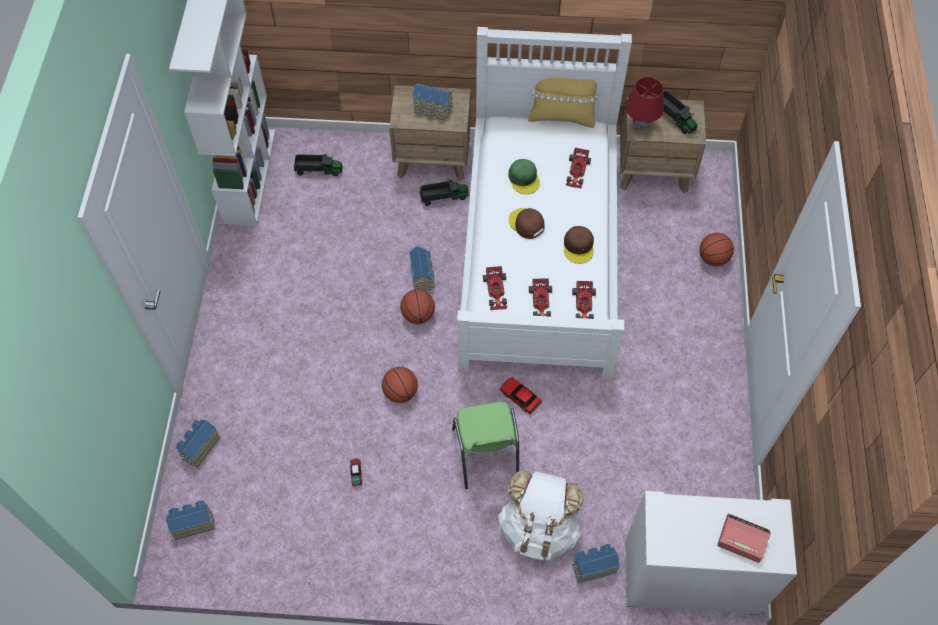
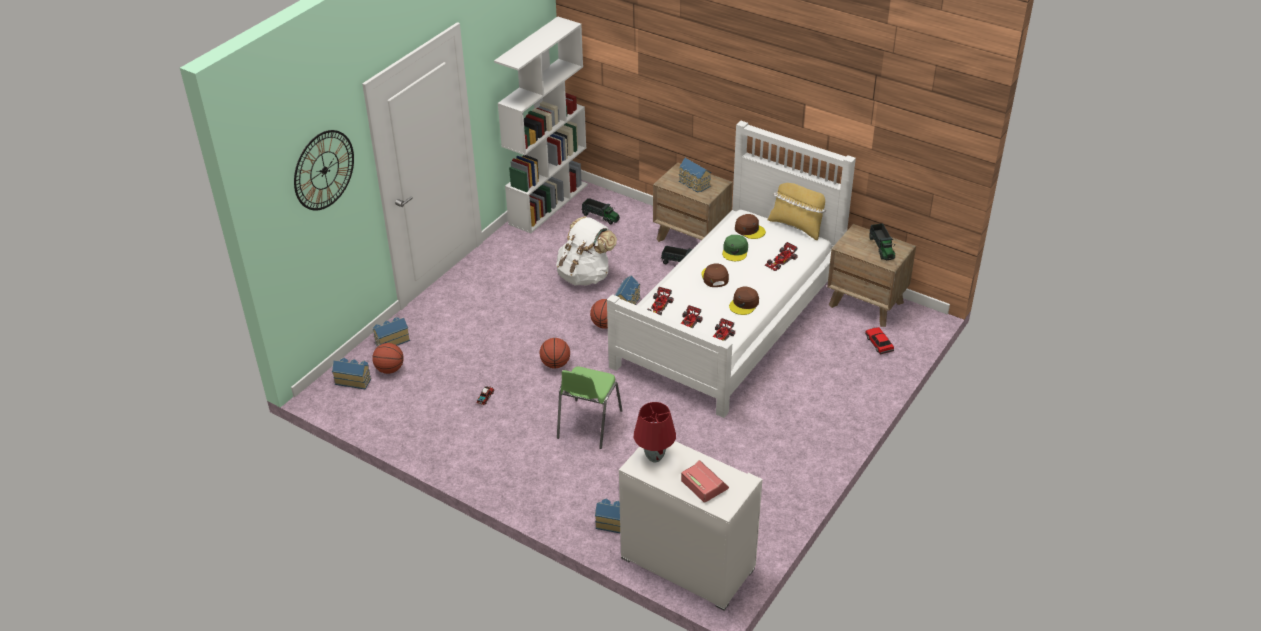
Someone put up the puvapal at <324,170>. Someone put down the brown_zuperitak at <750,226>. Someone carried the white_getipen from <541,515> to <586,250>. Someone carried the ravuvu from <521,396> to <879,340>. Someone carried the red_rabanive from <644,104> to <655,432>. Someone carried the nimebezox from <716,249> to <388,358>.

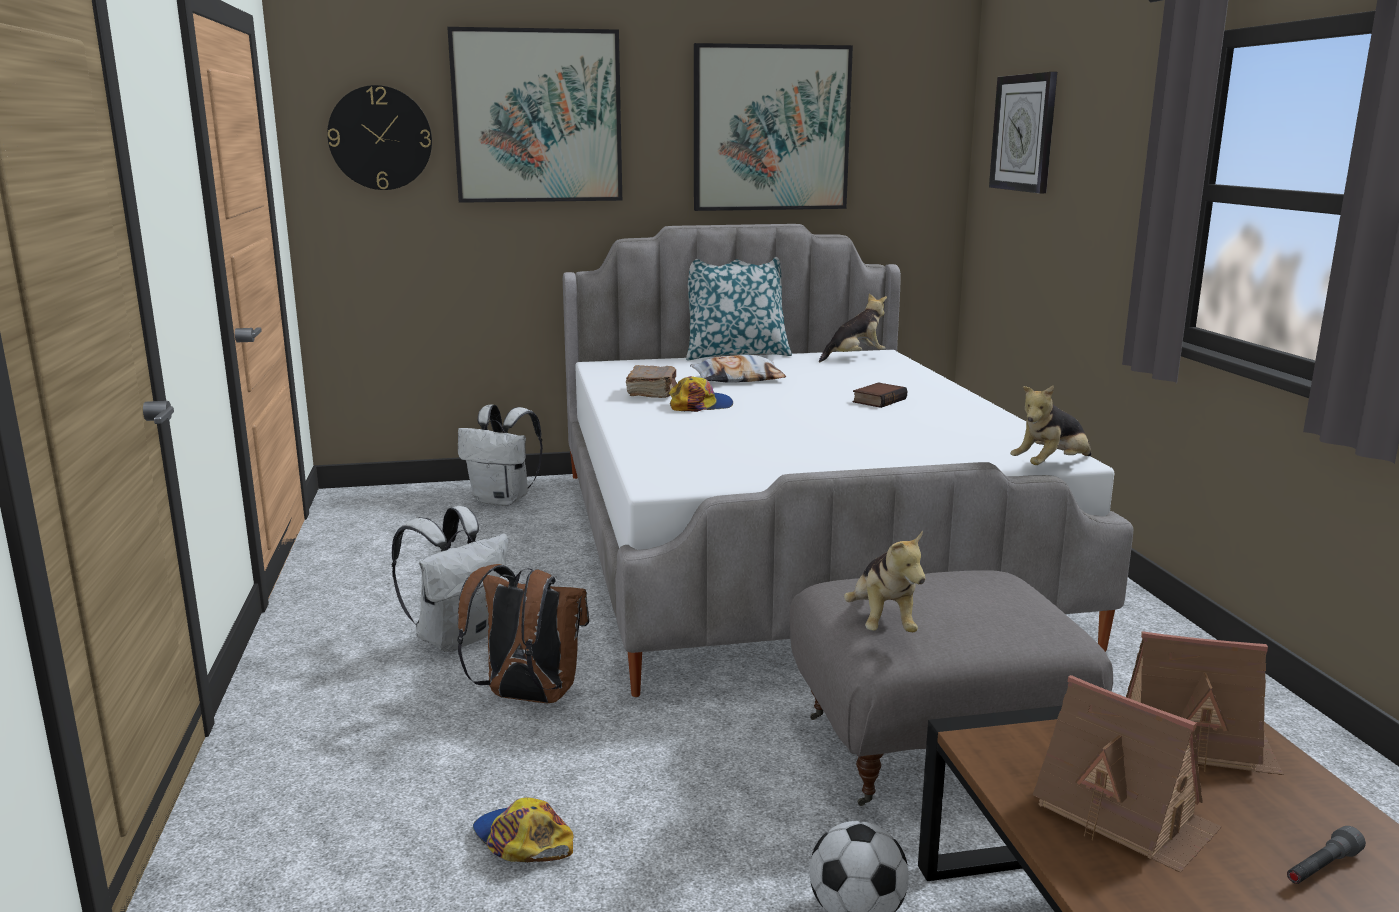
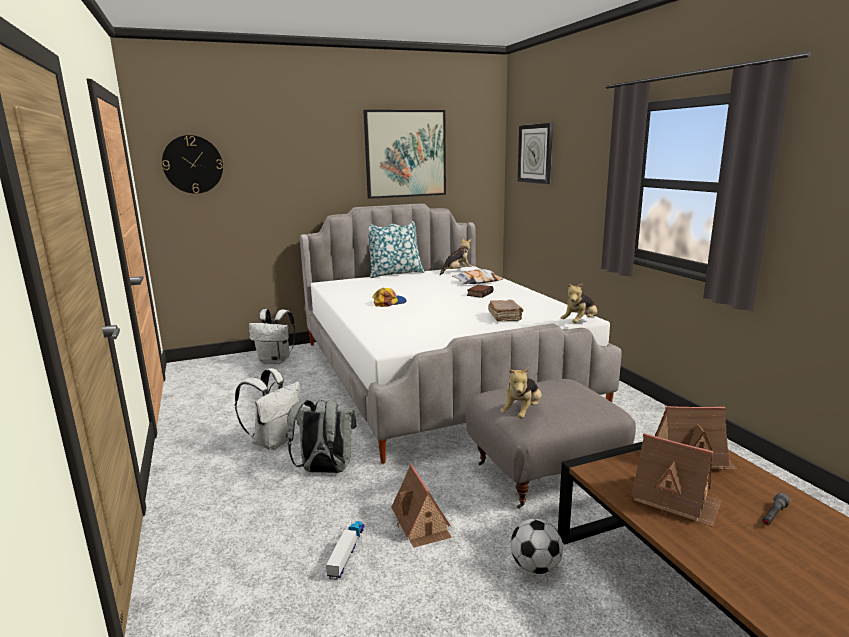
Someone took away the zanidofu at <534,115>. Someone put down the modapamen at <421,505>. Someone carried the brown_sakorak from <651,381> to <505,310>. Someone carried the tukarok from <738,369> to <477,276>. Someone swapped the zuperitak at <523,830> for the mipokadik at <345,550>. Someone repainted the brown_getipen at <523,633>, which became the grey_getipen at <322,436>. Someone rotated the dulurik at <884,581> by 45 degrees clockwise.

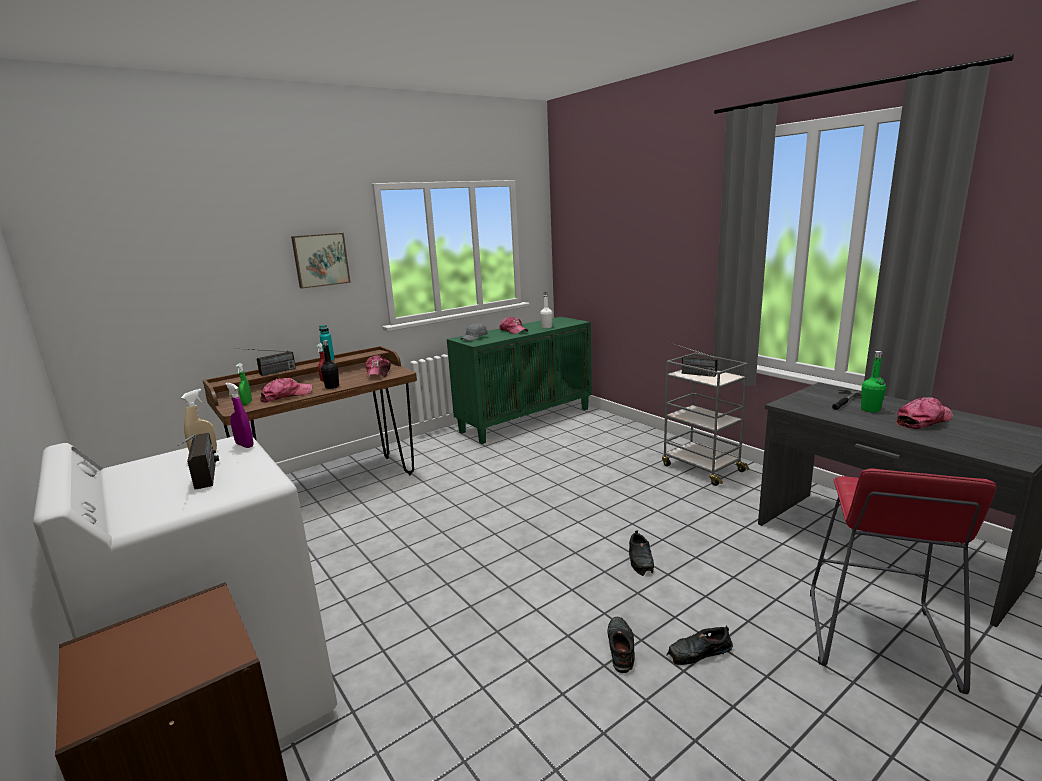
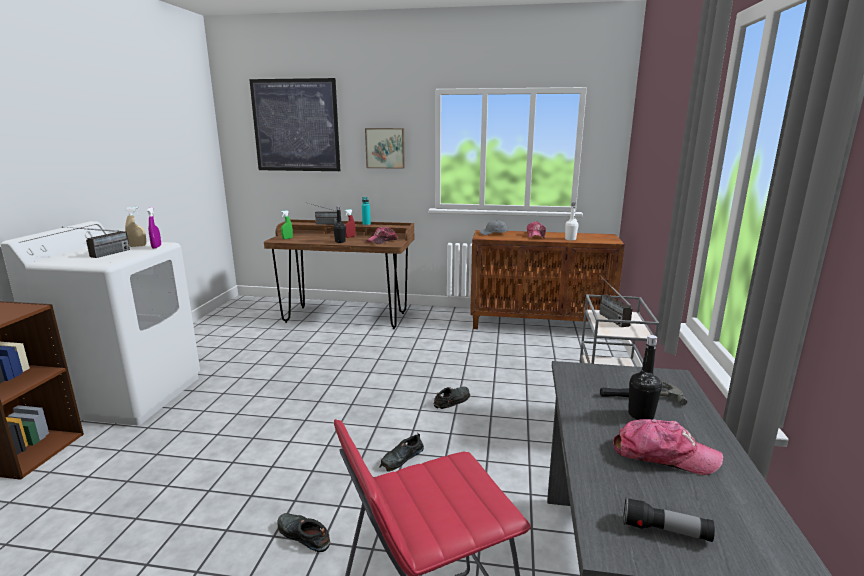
Someone took away the zuperitak at <286,390>. Someone put up the zanidofu at <294,124>. Someone put down the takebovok at <669,519>. Someone carried the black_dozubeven from <621,645> to <452,397>. Someone repainted the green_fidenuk at <519,380>, which became the brown_fidenuk at <547,279>. Someone repainted the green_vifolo at <873,381>, which became the black_vifolo at <645,377>.

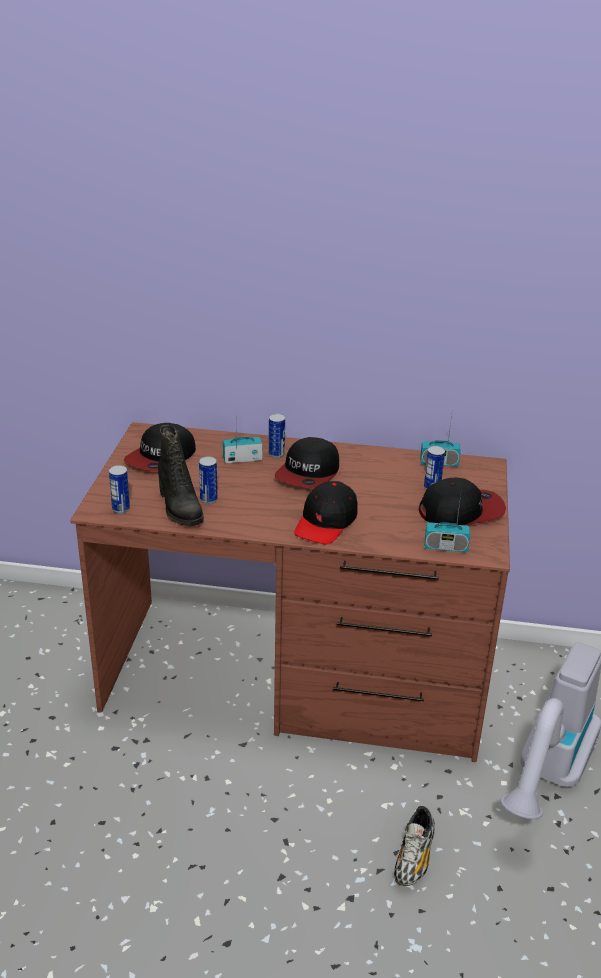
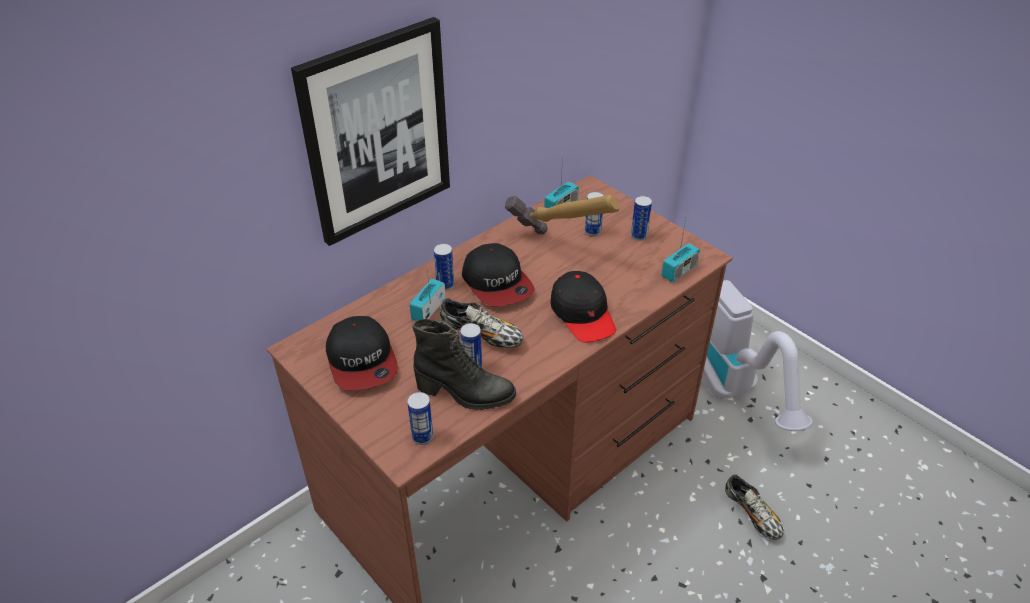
Someone put up the zanidofu at <370,131>. Someone put down the dozubeven at <482,323>. Someone put down the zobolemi at <562,214>. Someone swapped the zuperitak at <462,501> for the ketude at <641,218>.

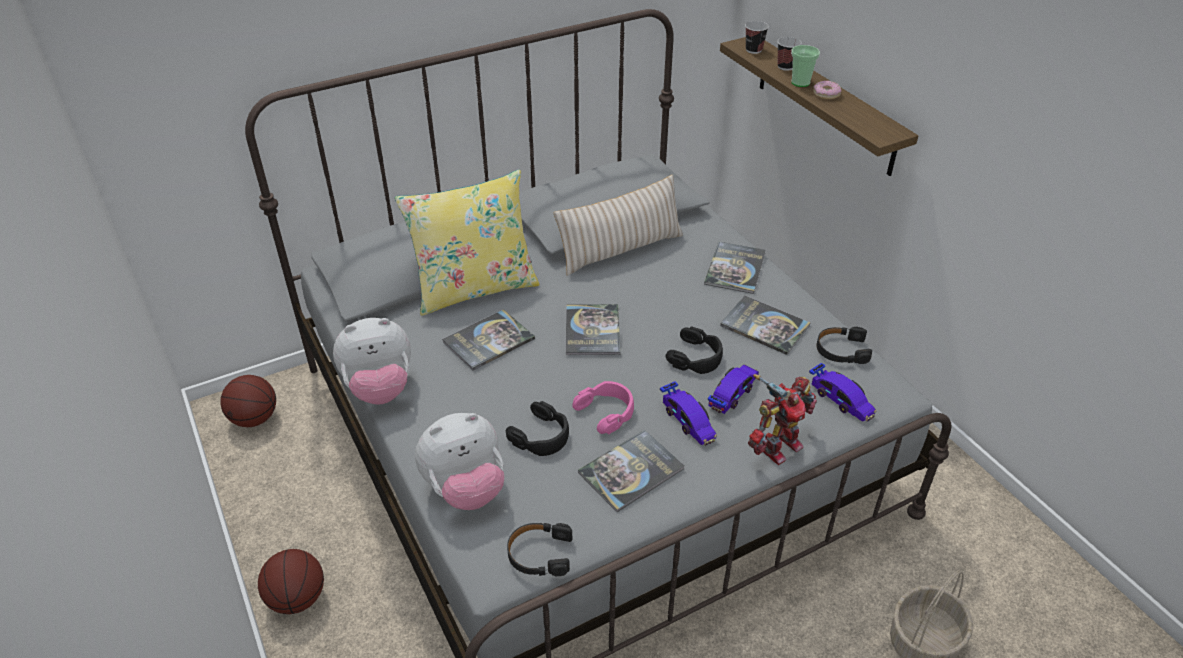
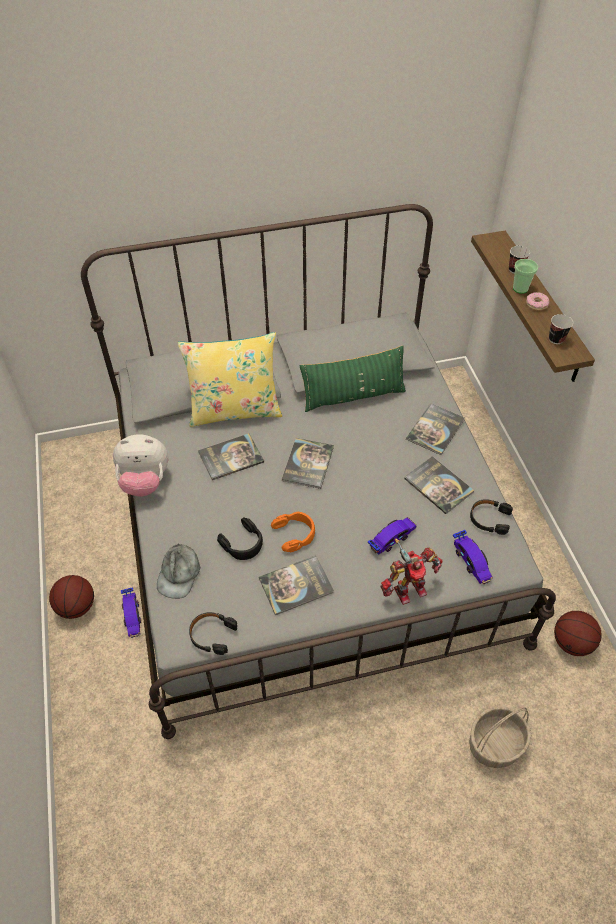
Someone took away the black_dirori at <694,350>. Someone carried the nimebezox from <248,401> to <578,633>. Someone carried the ravuvu from <688,413> to <131,612>. Someone carried the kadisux from <757,37> to <561,329>. Someone swapped the dulurik at <459,461> for the grey_zuperitak at <178,571>. Someone repainted the beige_tukarok at <618,225>, which became the green_tukarok at <353,379>. Someone repainted the pink_dirori at <603,407>, which became the orange_dirori at <293,532>.

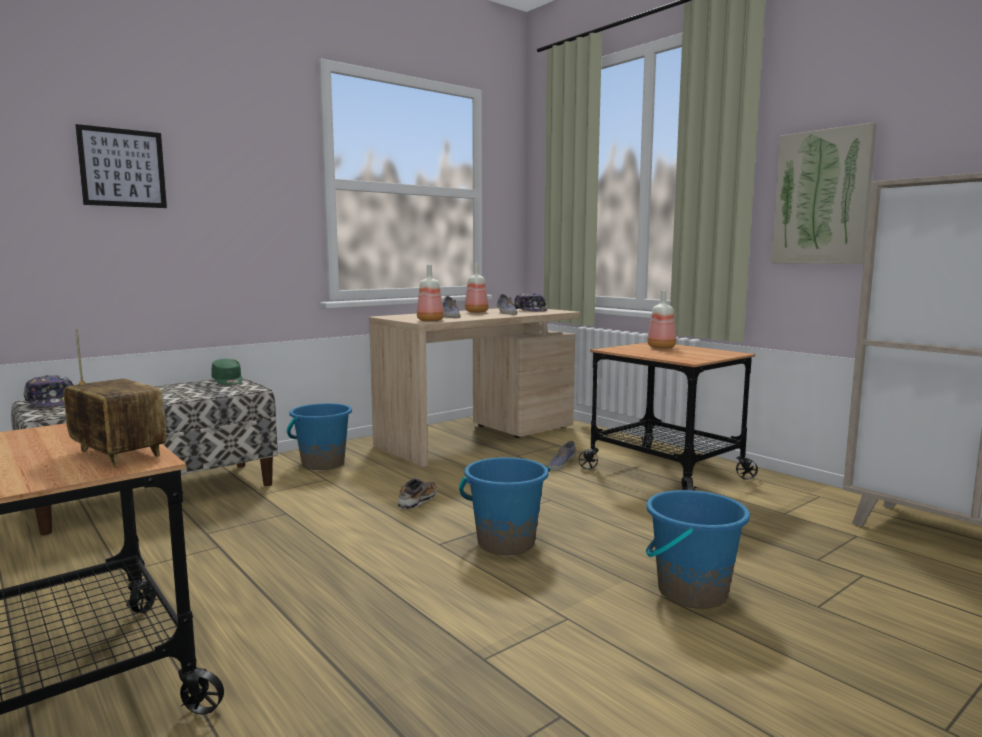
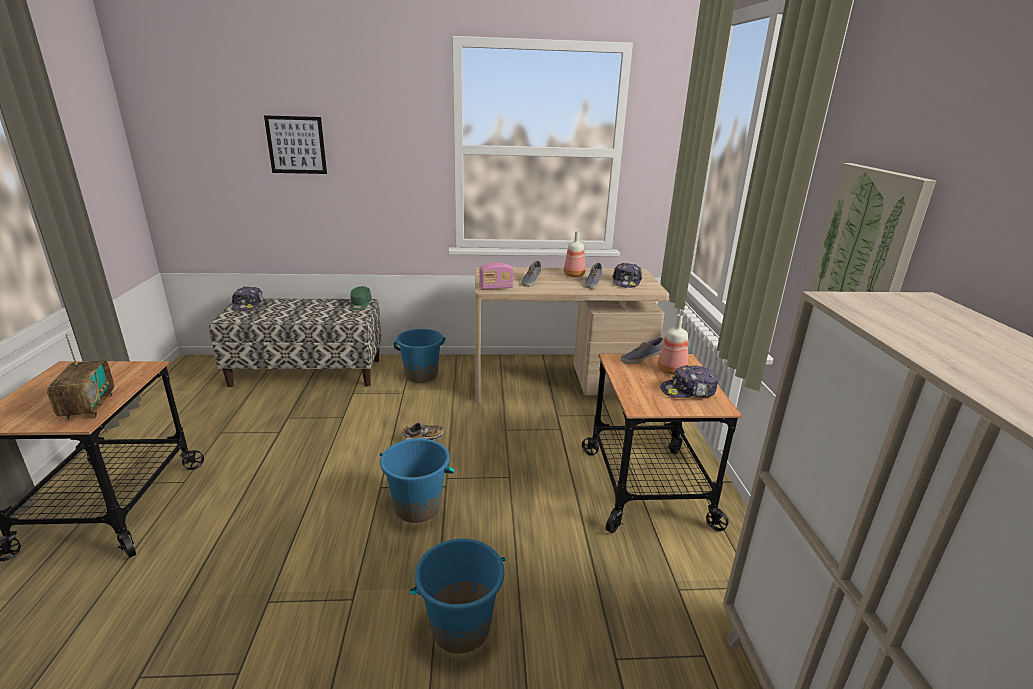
Someone put down the zuperitak at <689,381>. Someone carried the dozubeven from <562,455> to <642,350>. Someone swapped the vifolo at <430,293> for the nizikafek at <496,276>.

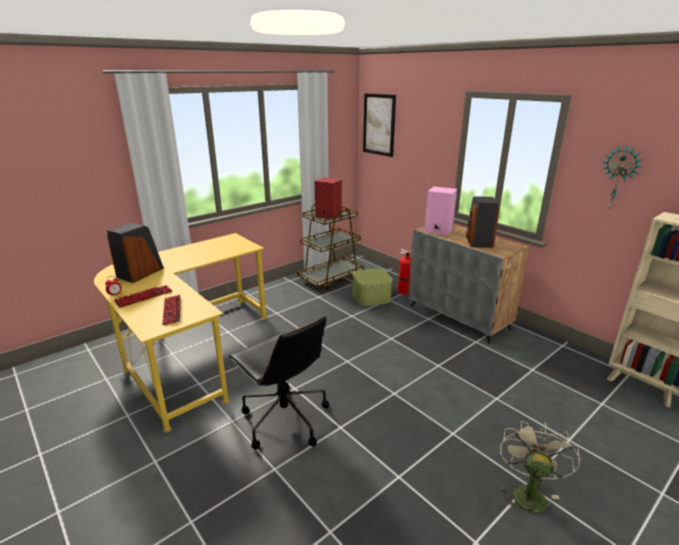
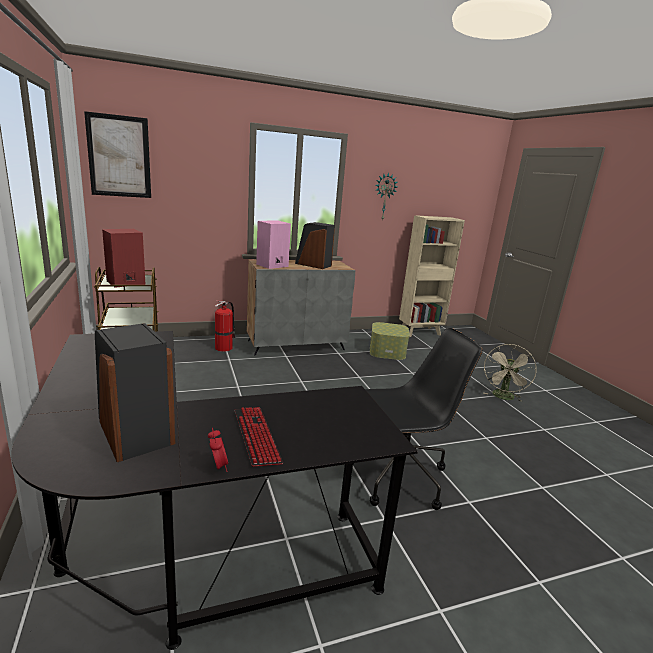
Someone took away the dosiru at <171,310>. Someone carried the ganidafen from <372,287> to <390,341>. Someone repainted the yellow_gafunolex at <180,333>, which became the black_gafunolex at <214,490>. Someone rotated the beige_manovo at <540,470> by 105 degrees counterclockwise.

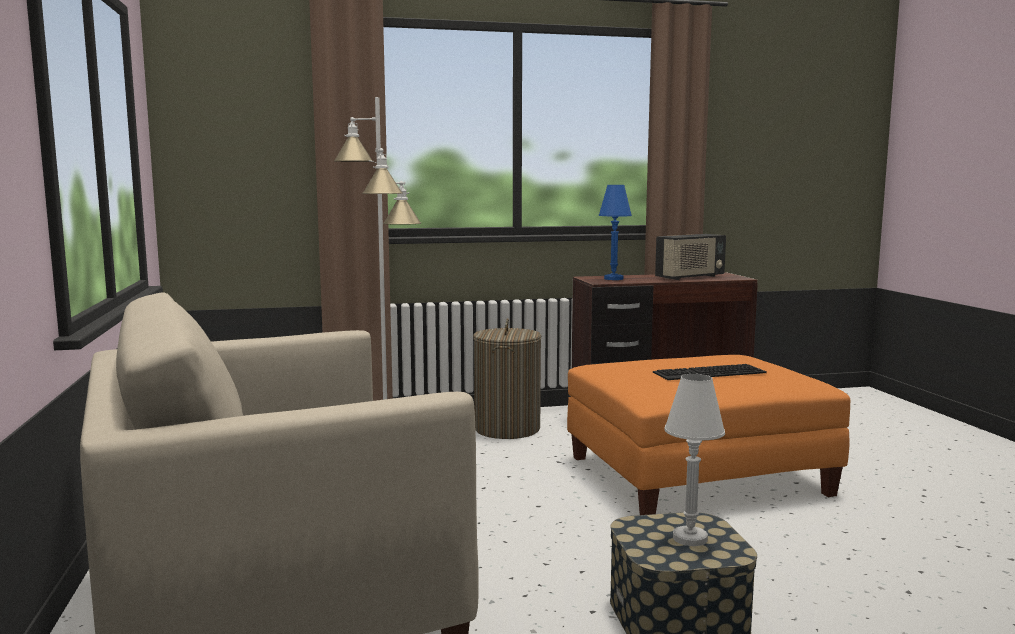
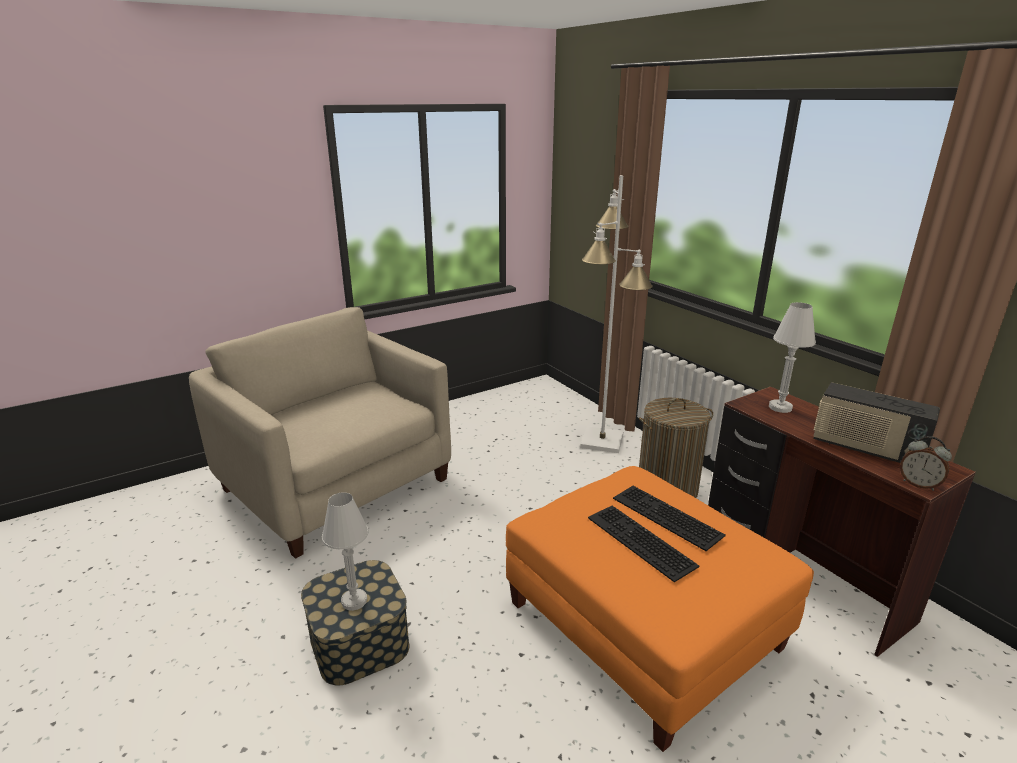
Someone put down the dosiru at <669,518>. Someone put down the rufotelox at <926,463>. Someone repainted the blue_rabanive at <615,232>, which became the white_rabanive at <792,357>.

